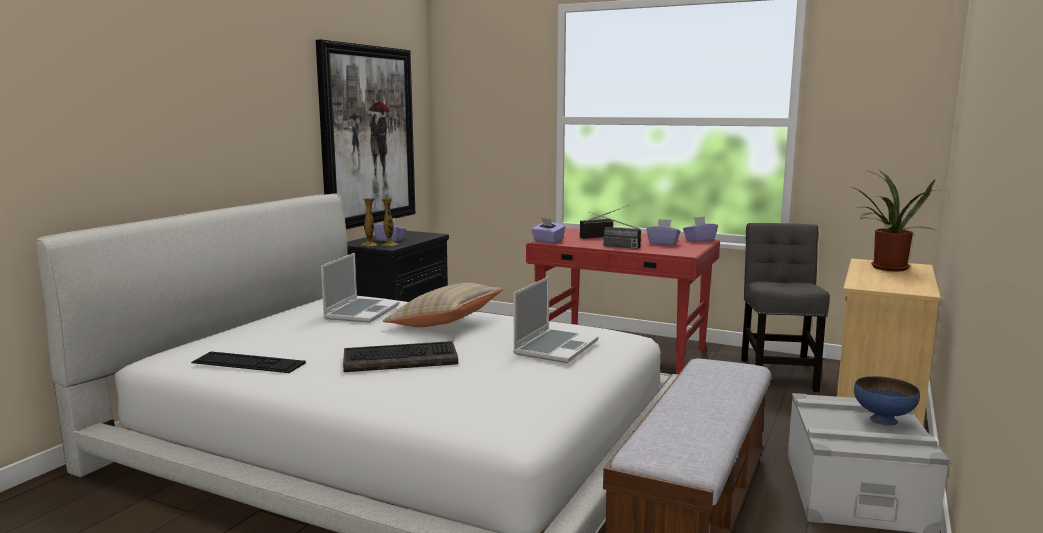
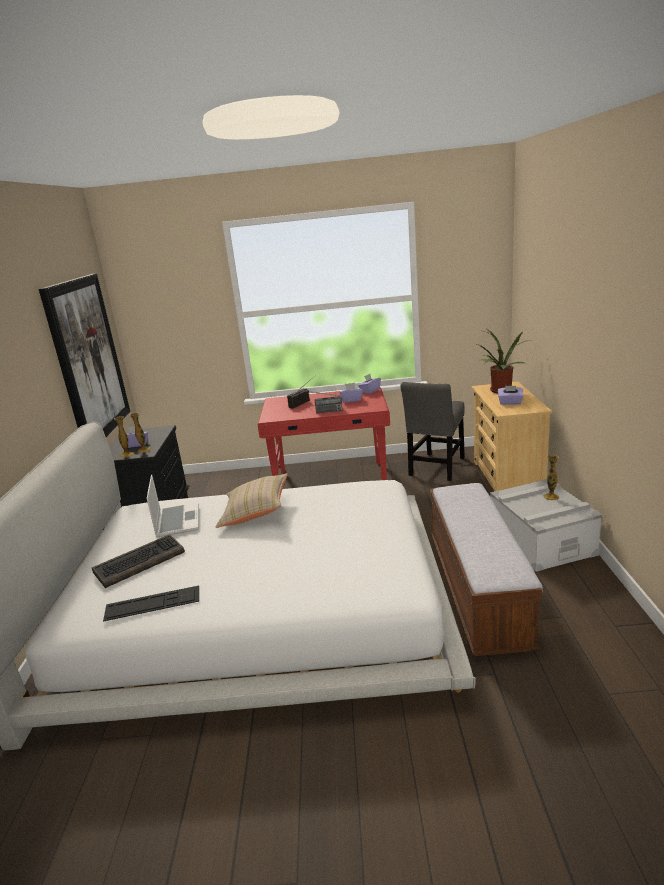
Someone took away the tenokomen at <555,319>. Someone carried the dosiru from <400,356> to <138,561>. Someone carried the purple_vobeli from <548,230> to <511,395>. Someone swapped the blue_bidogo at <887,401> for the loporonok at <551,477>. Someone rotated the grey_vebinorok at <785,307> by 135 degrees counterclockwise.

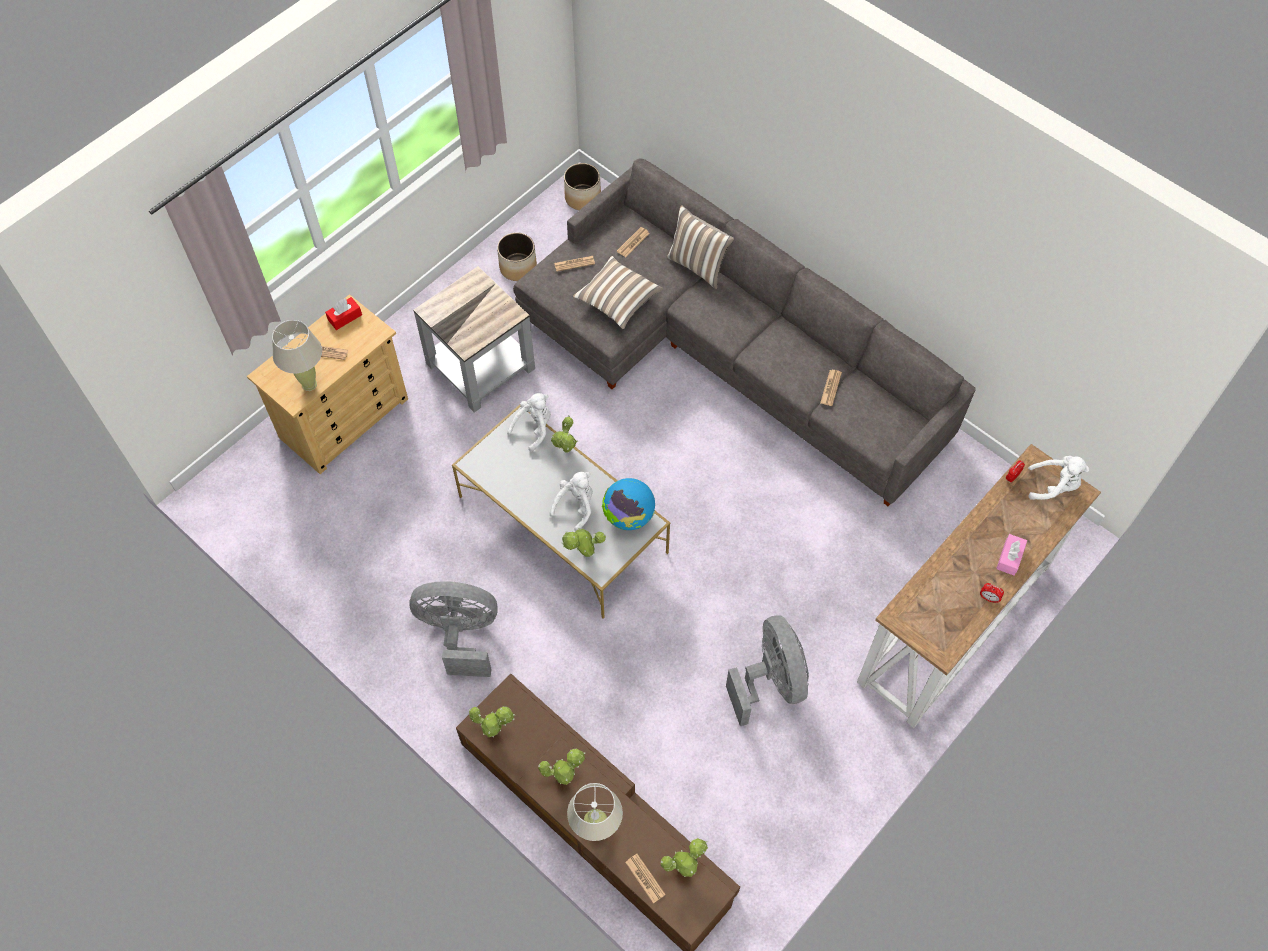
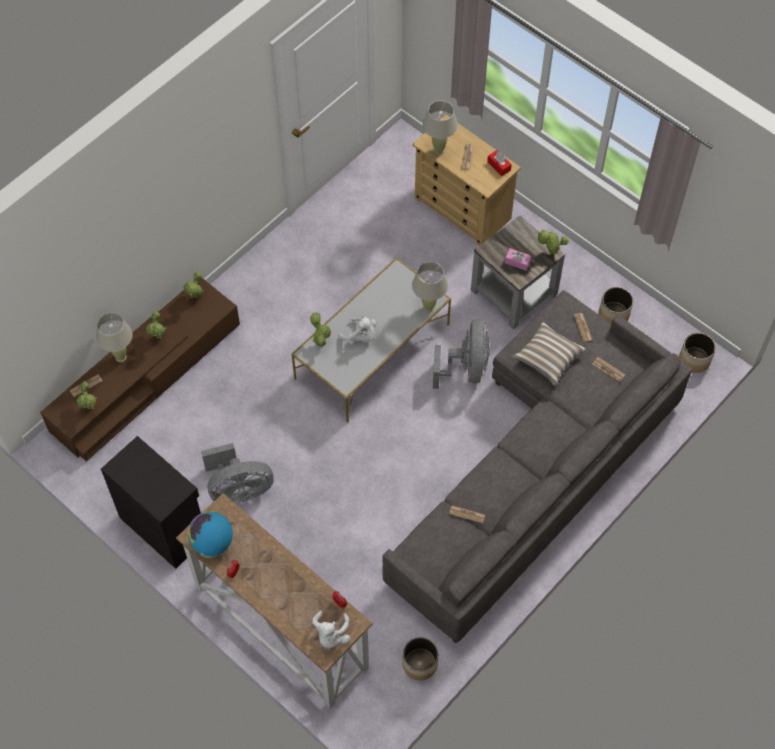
Someone took away the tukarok at <700,247>. Someone put down the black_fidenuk at <151,502>. Someone put down the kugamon at <420,659>. Someone carried the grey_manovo from <453,629> to <461,354>. Someone carried the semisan from <564,434> to <553,242>. Someone carried the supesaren from <628,504> to <210,535>. Someone carried the pink_vobeli from <1011,555> to <518,259>. Someone swapped the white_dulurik at <529,422> for the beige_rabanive at <430,287>.

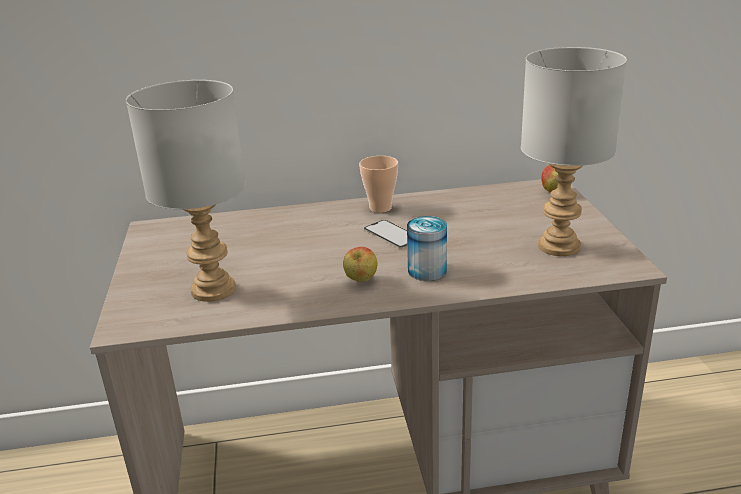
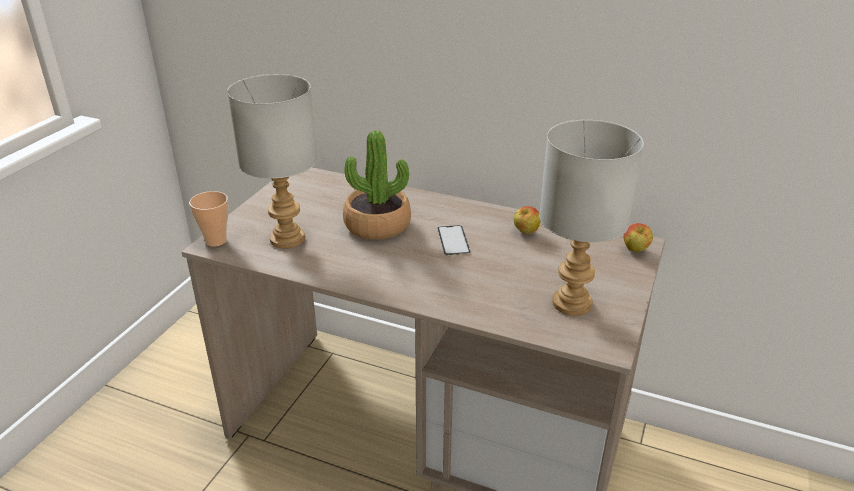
Someone took away the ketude at <427,248>. Someone put down the semisan at <377,185>. Someone carried the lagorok from <360,264> to <527,220>. Someone carried the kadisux from <378,184> to <209,219>.

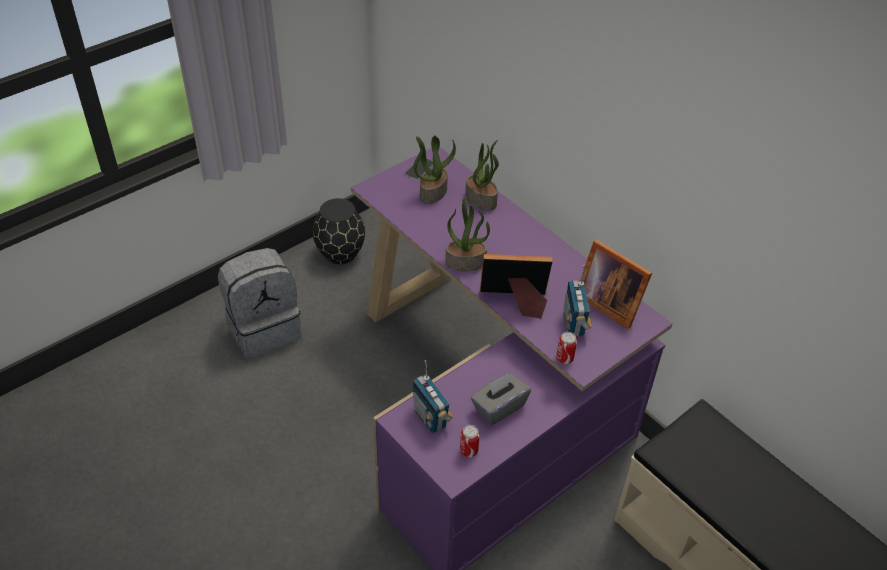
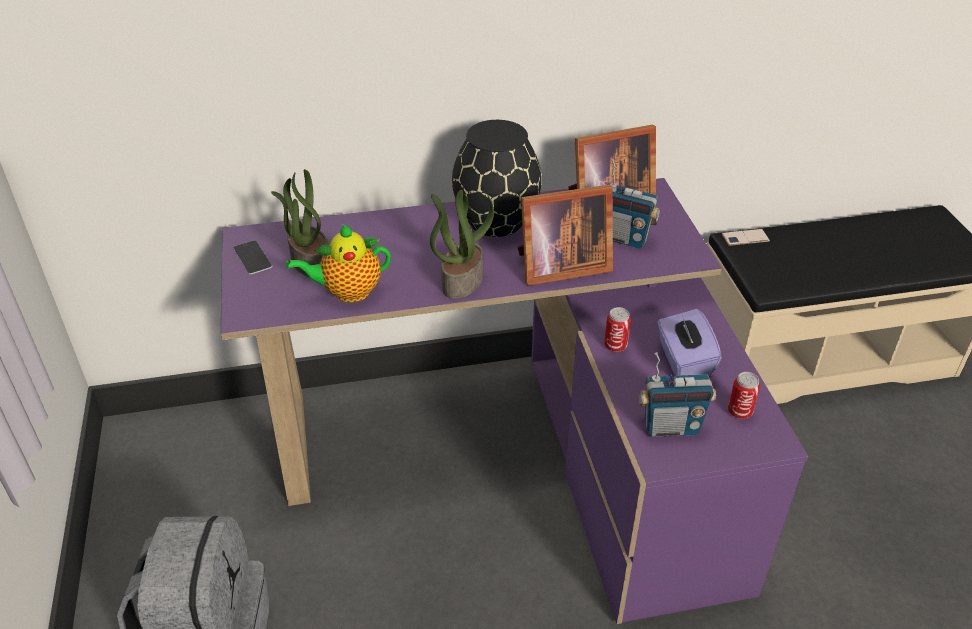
Someone took away the semisan at <482,175>. Someone put down the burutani at <338,263>. Someone put down the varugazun at <746,237>. Someone carried the black_loporonok from <339,231> to <497,178>. Someone carried the ketude from <566,348> to <617,329>. Someone repainted the grey_vobeli at <501,399>, which became the purple_vobeli at <690,343>. Someone rotated the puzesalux at <516,286> by 135 degrees counterclockwise.

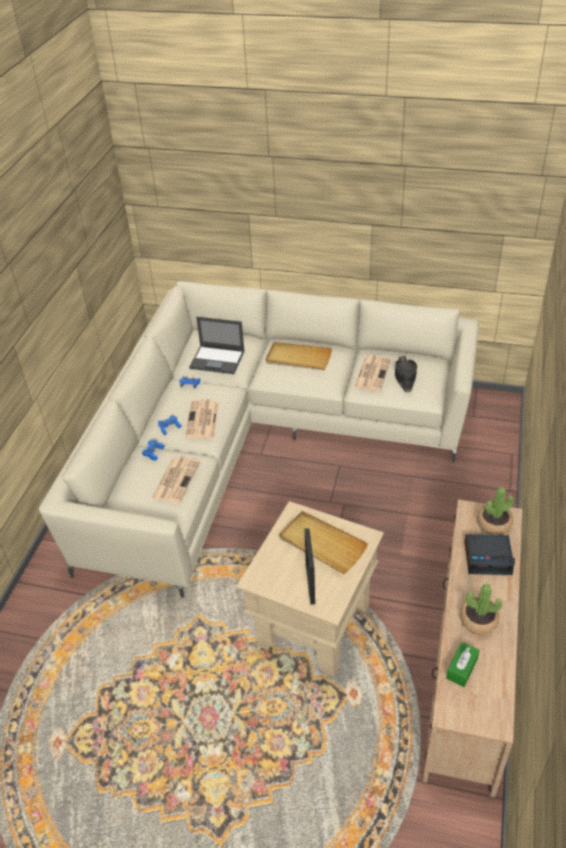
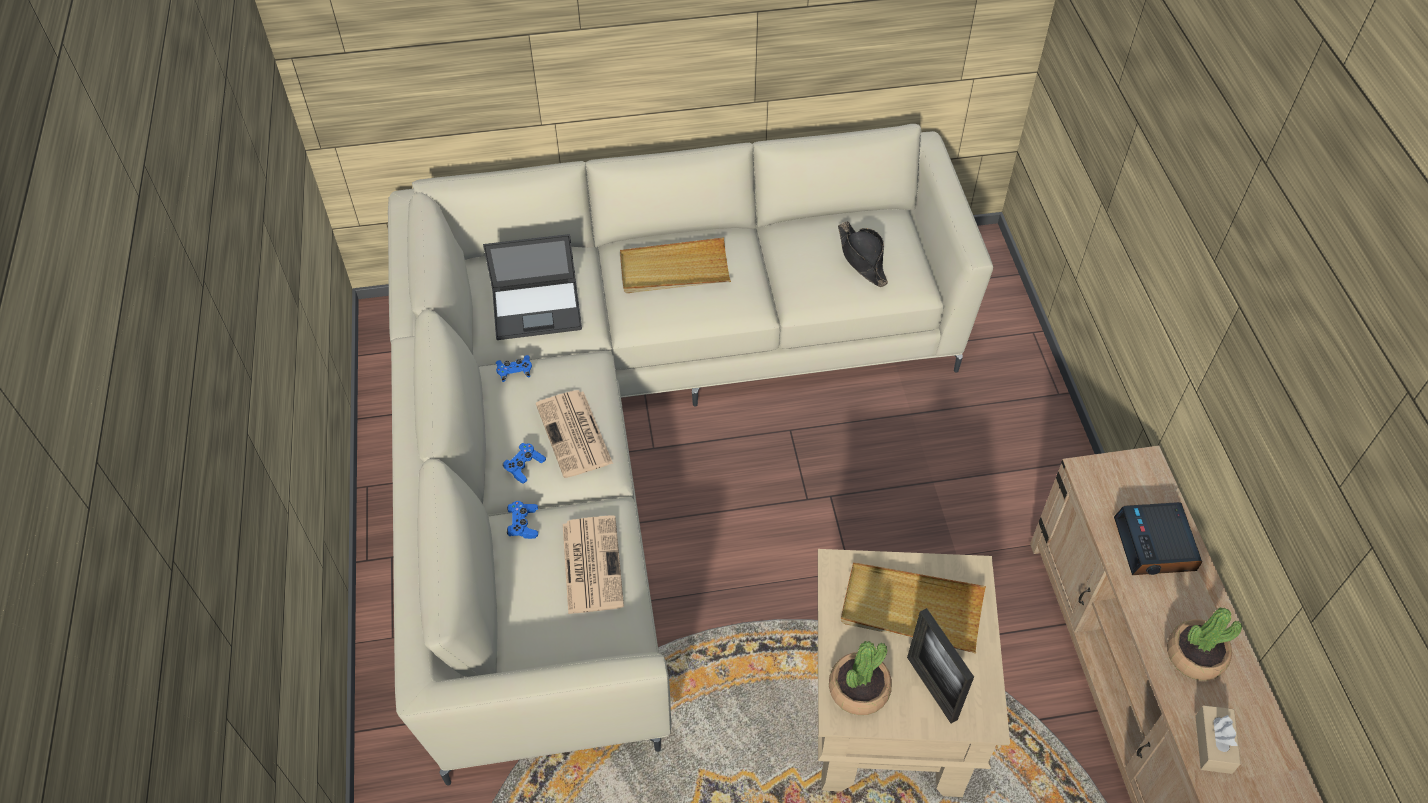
Someone took away the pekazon at <372,373>. Someone carried the semisan from <495,511> to <860,678>. Someone repainted the green_vobeli at <463,664>, which became the beige_vobeli at <1218,739>. Someone rotated the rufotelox at <490,554> by 105 degrees clockwise.

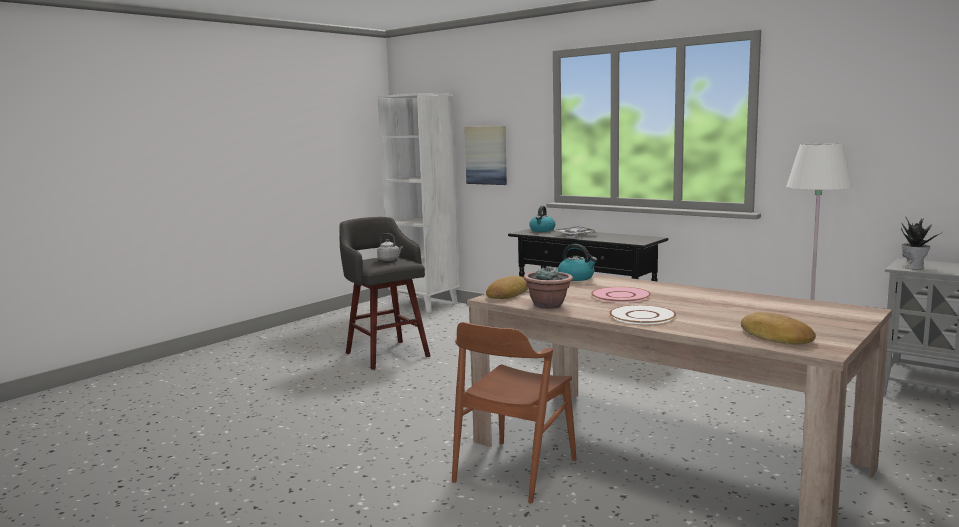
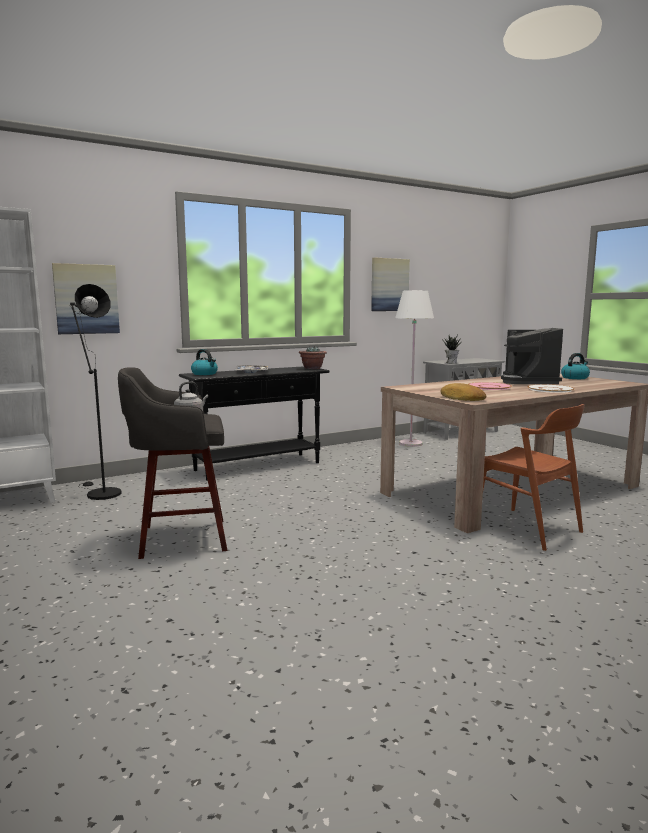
Someone took away the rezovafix at <778,328>. Someone put down the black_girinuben at <95,392>. Someone put up the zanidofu at <390,284>. Someone put down the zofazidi at <532,356>. Someone carried the semisan from <548,287> to <313,357>. Someone carried the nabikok from <577,262> to <575,366>.

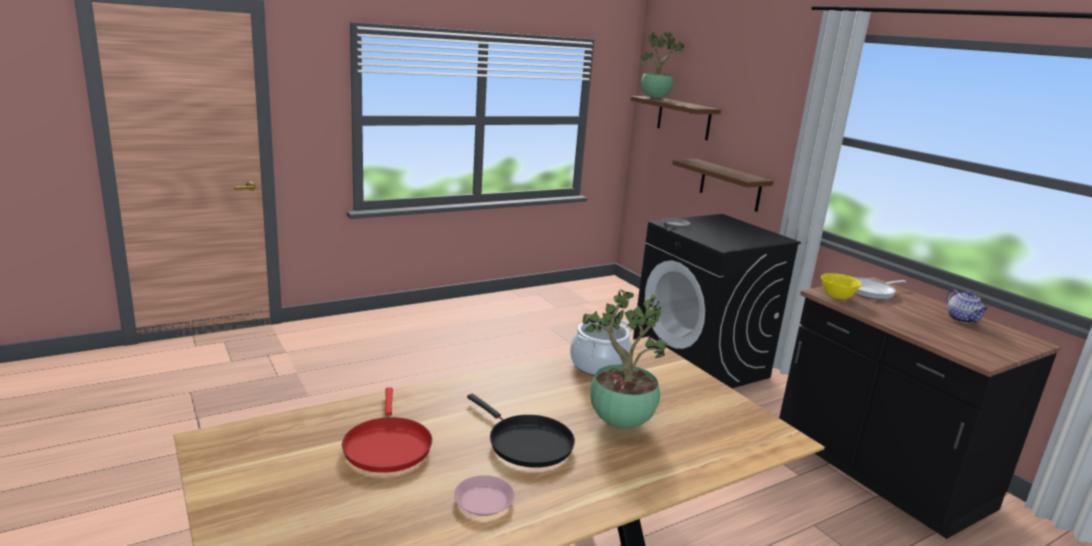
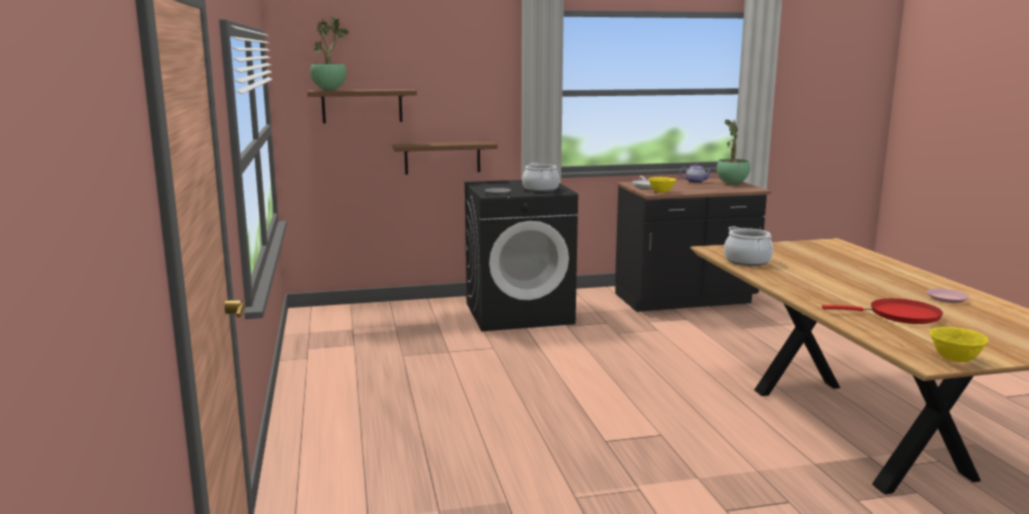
Someone took away the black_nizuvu at <521,431>. Someone put down the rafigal at <541,177>. Someone put down the yellow_bidogo at <959,344>. Someone carried the semisan from <625,359> to <733,152>.

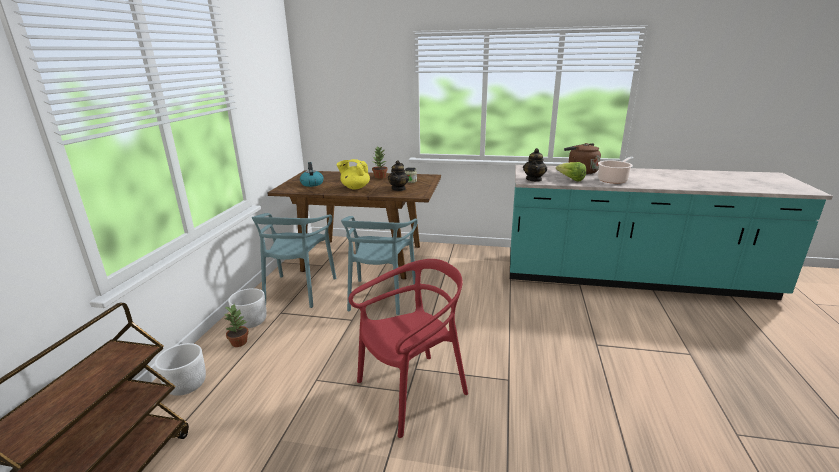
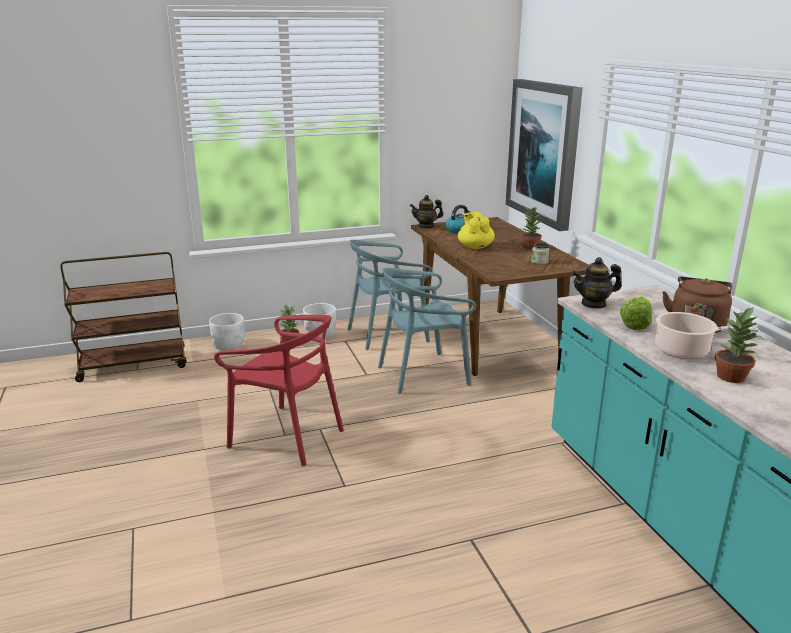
Someone put up the zanidofu at <544,155>. Someone put down the semisan at <736,344>. Someone carried the burutani from <398,175> to <426,212>.

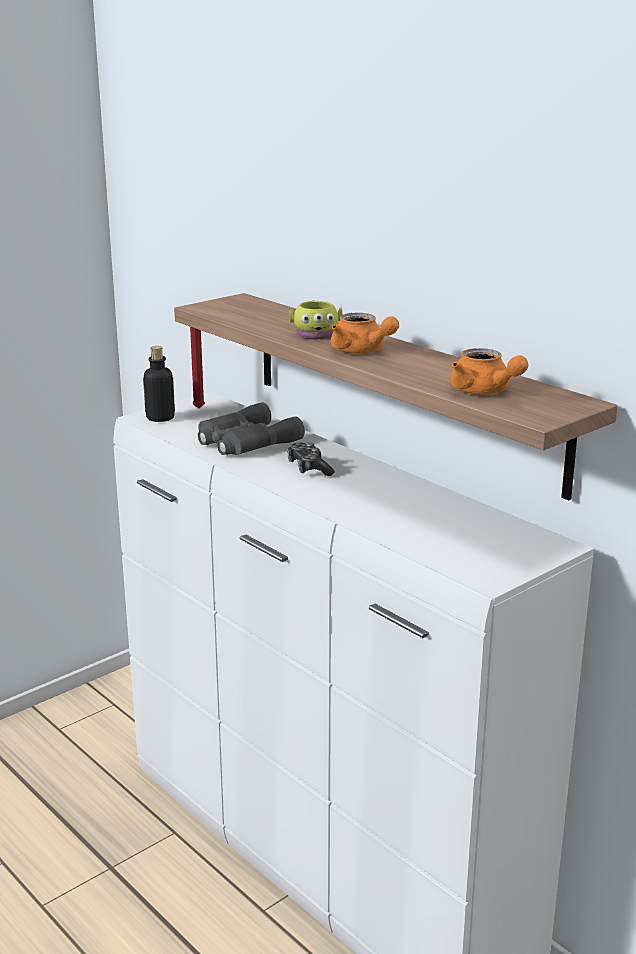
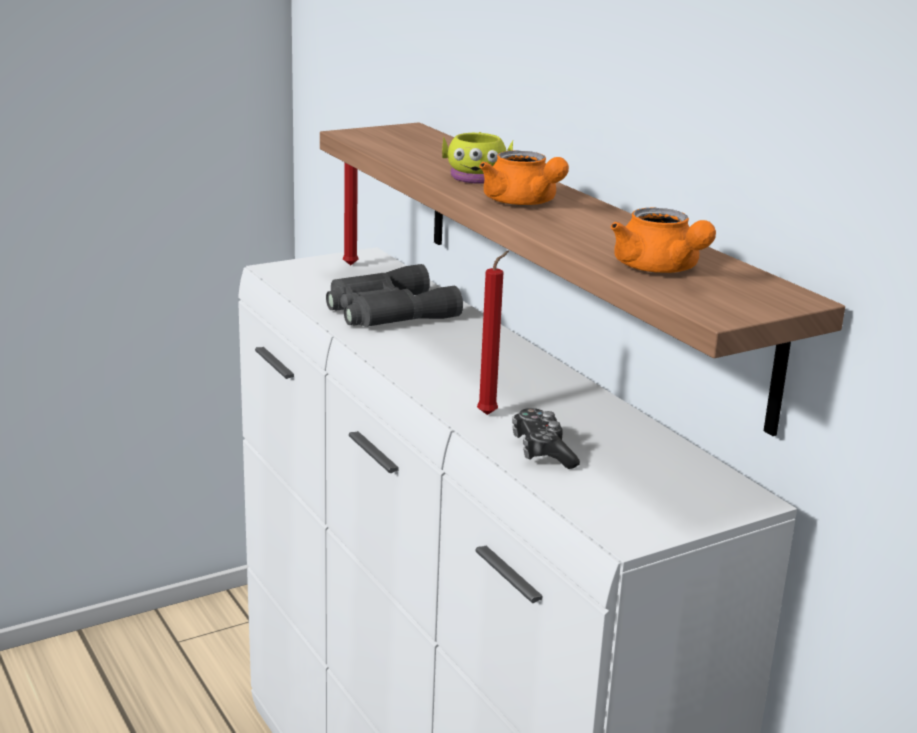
Someone took away the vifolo at <159,384>. Someone put down the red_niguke at <493,333>. Someone carried the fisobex from <311,459> to <546,438>.

